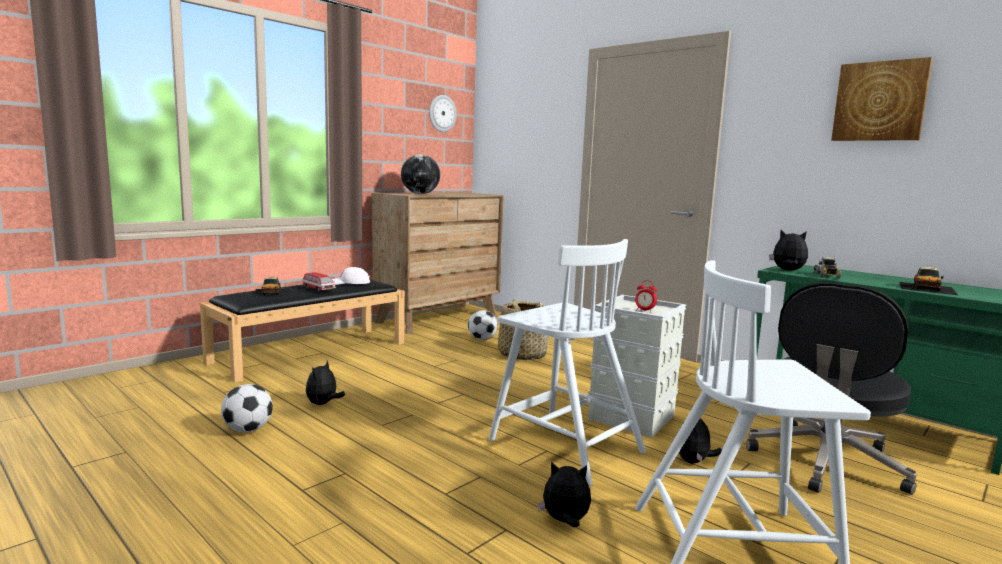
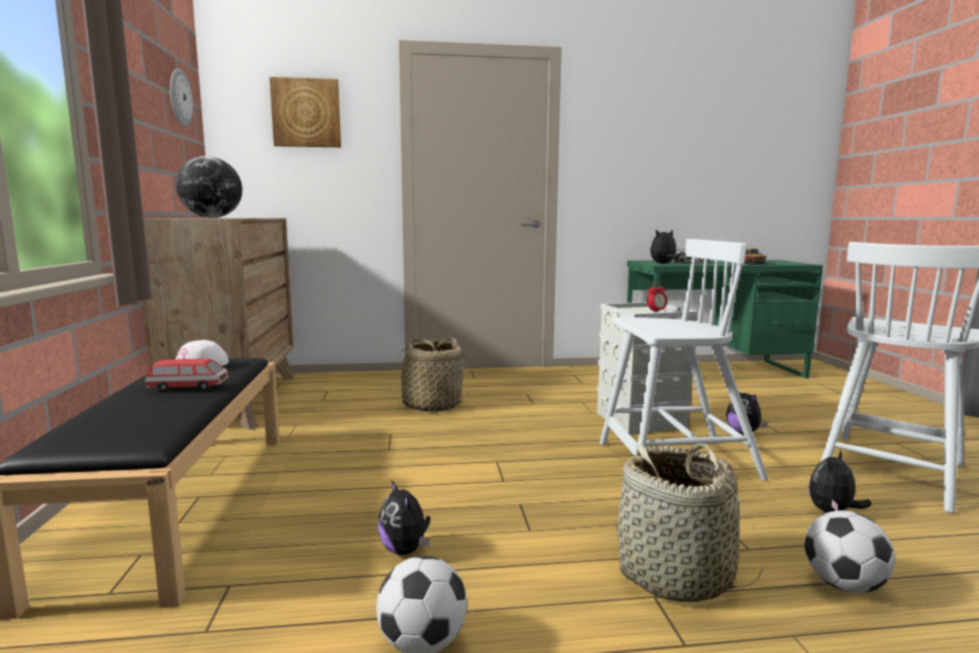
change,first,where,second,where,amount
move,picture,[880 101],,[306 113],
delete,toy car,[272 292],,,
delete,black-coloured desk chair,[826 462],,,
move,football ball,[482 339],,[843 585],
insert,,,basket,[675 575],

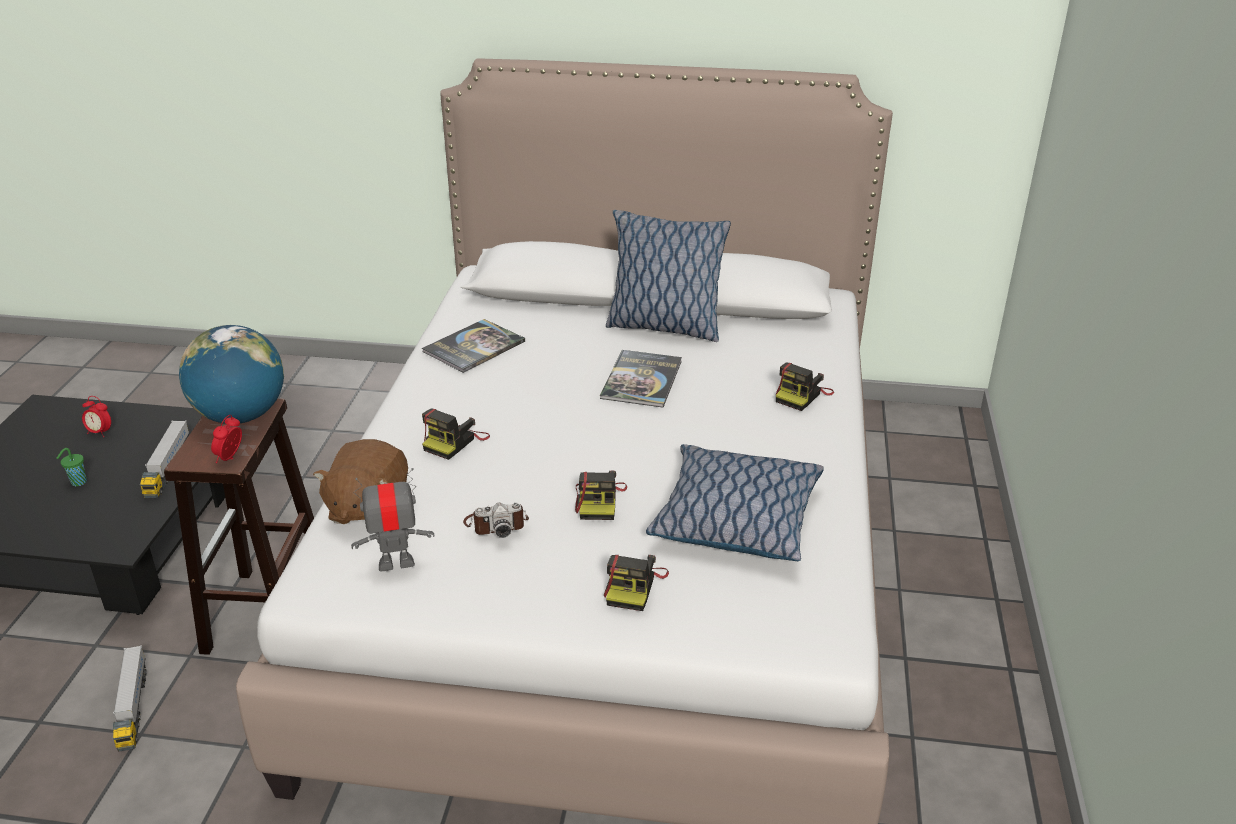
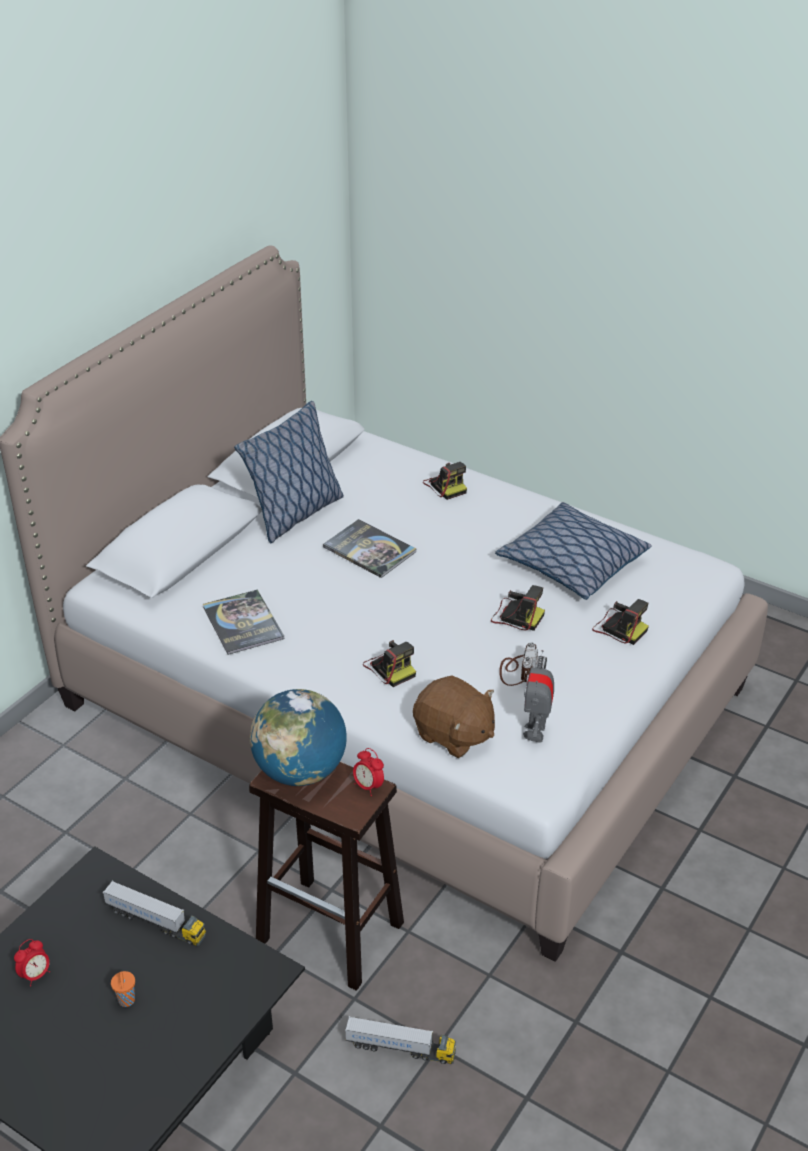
change,first,where,second,where,amount
recolor,green-coloured cup,[78 482],orange-coloured cup,[126 1001],

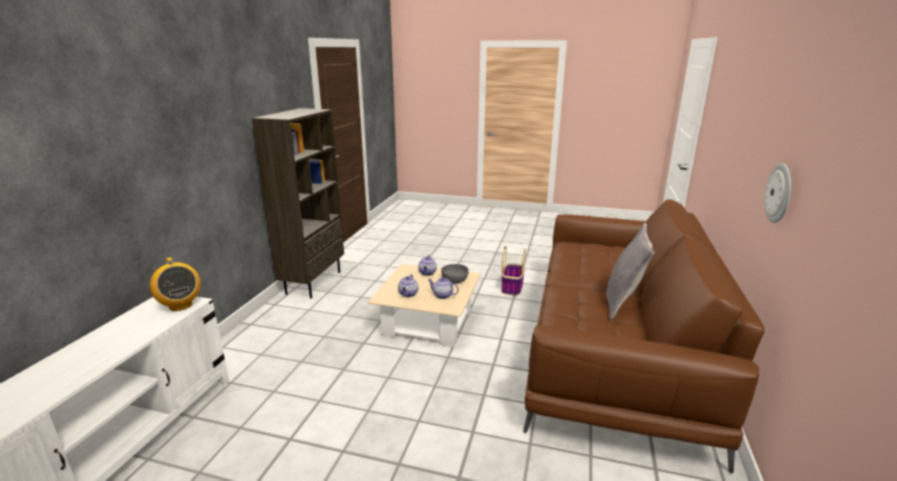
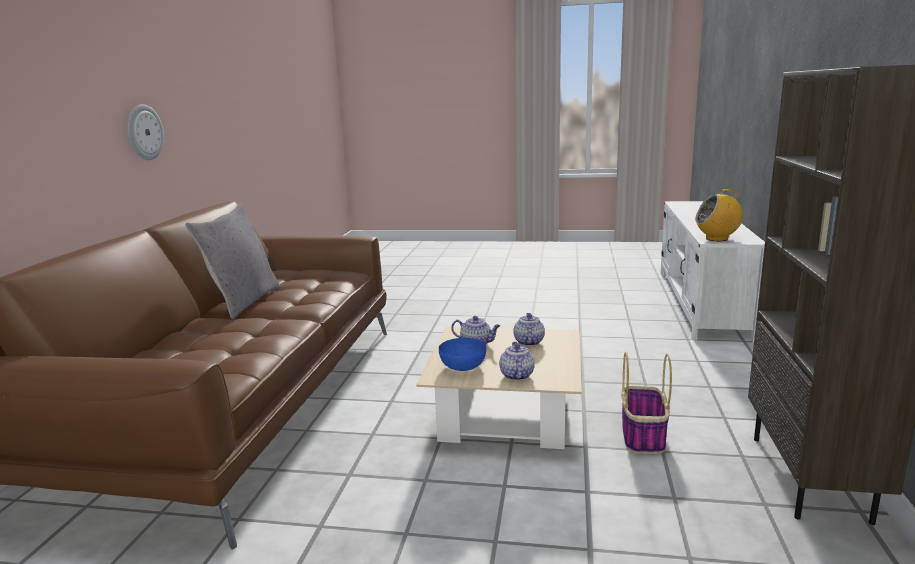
change,first,where,second,where,amount
move,basket,[512 287],,[643 437],
rotate,radio receiver,[180 305],,[717 239],45 degrees counterclockwise
recolor,grey deep dish,[454 280],blue-coloured deep dish,[463 366],

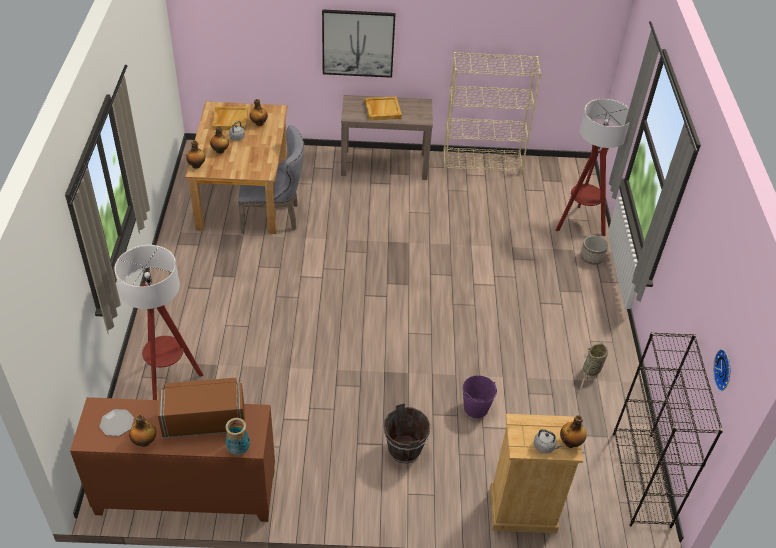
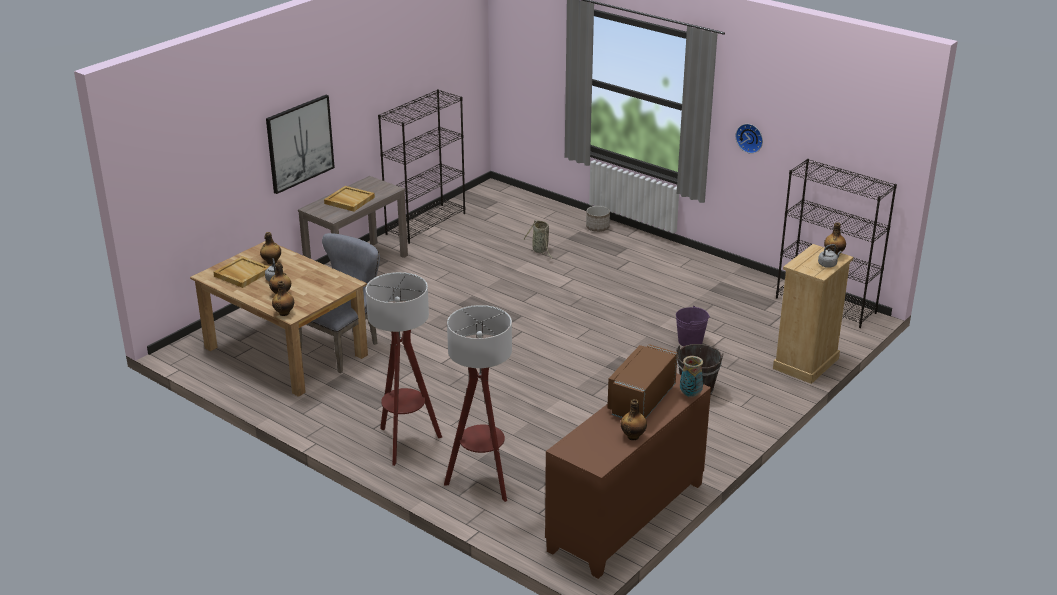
change,first,where,second,where,amount
recolor,beige-coloured shelving unit,[482 163],black-coloured shelving unit,[426 223],
move,standing lamp,[579 224],,[405 443],
move,basket,[590 371],,[540 250],
move,clock on the wall,[725 370],,[750 137],
delete,flat dish,[117 423],,,

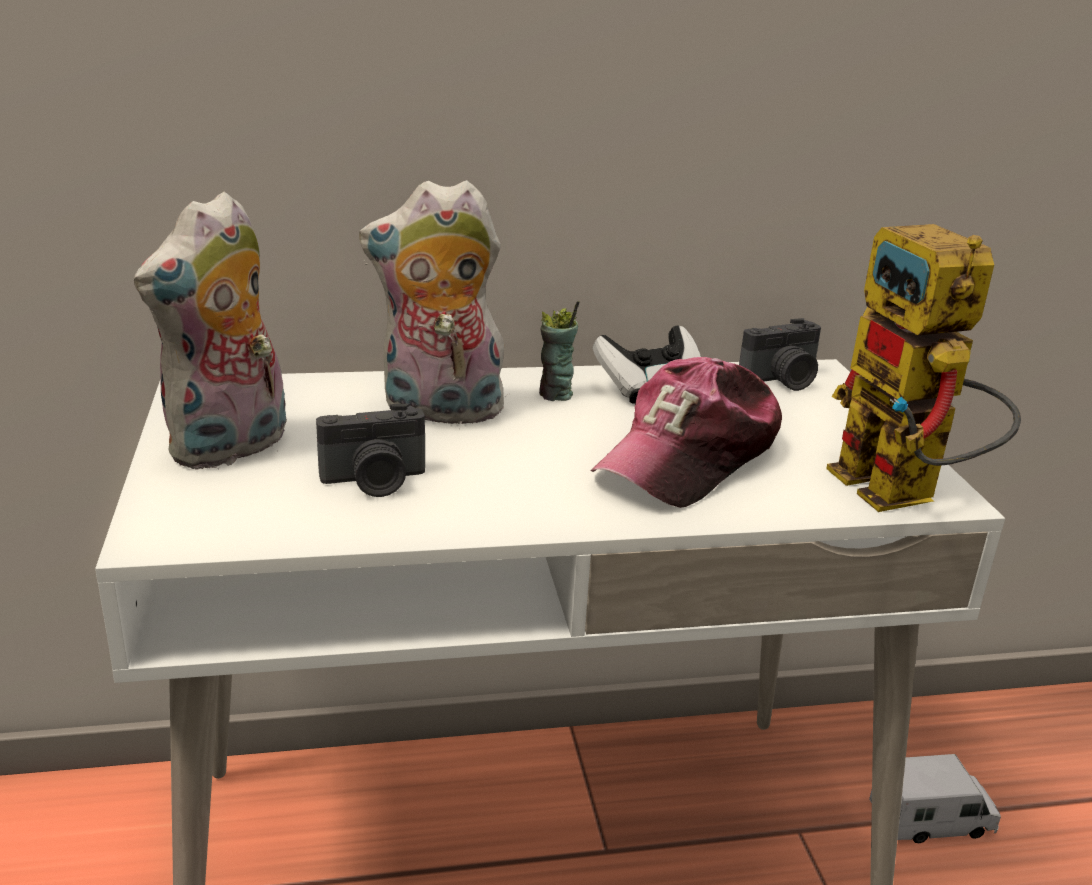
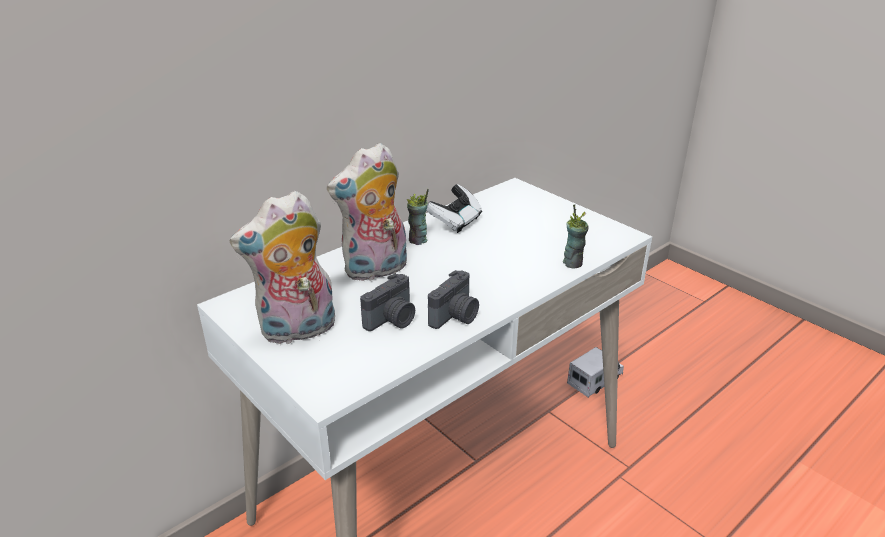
change,first,where,second,where,amount
rotate,plush toy,[231 448],,[298 331],60 degrees clockwise
delete,toy robot,[902 495],,,
move,photo camera,[782 381],,[456 316],
delete,cap,[690 457],,,
insert,,,cup,[573 263],

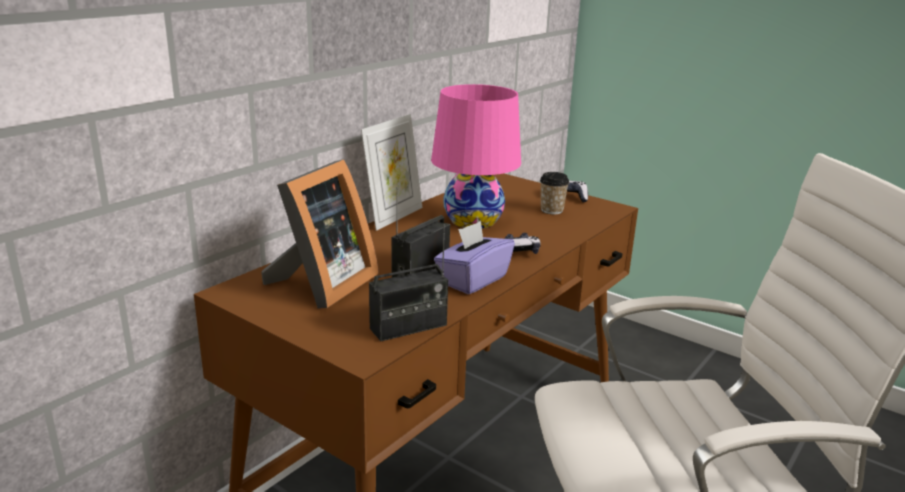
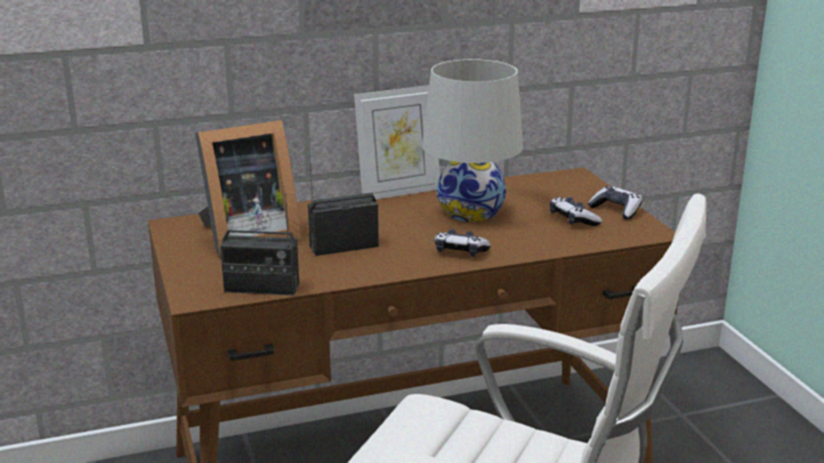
change,first,where,second,where,amount
recolor,pinkish tabletop lamp,[473 220],white-coloured tabletop lamp,[471 212],
replace,cup,[551 210],gamepad,[573 220],
delete,purple-coloured box of tissues,[472 280],,,

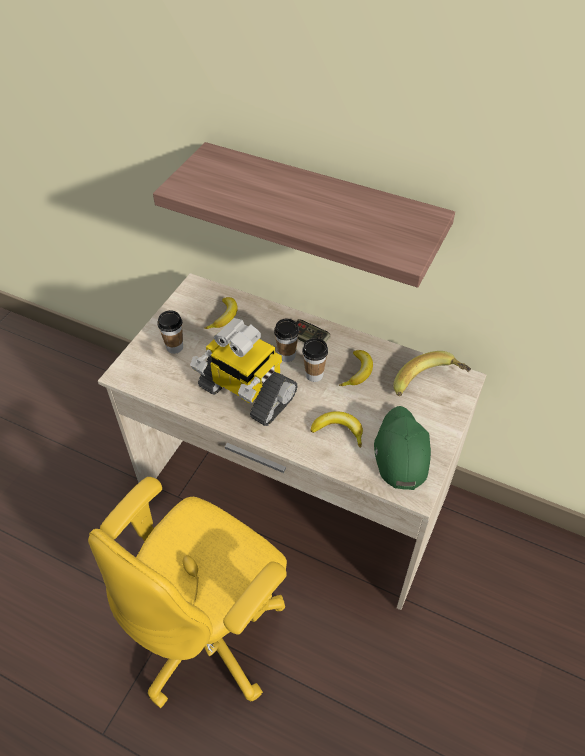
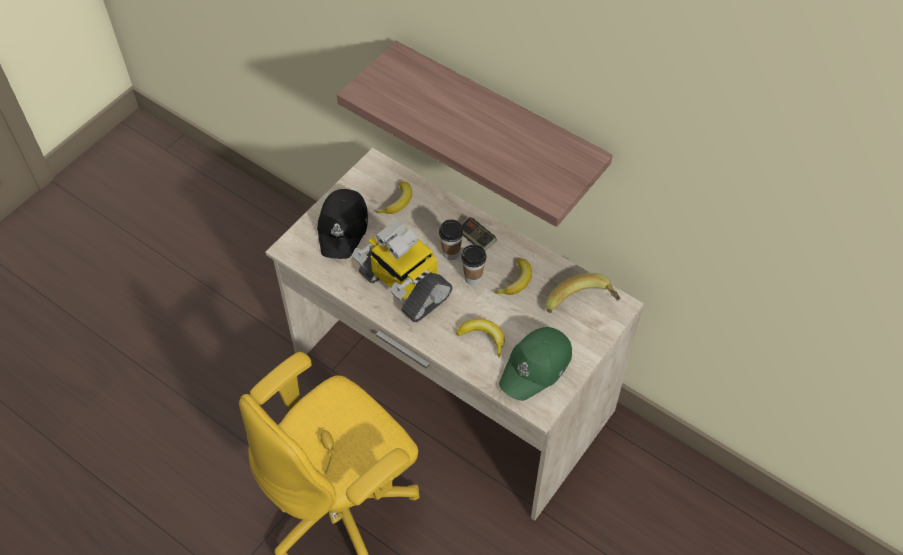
change,first,where,second,where,amount
replace,cup,[174 347],black-coloured cap,[343 228],
rotate,green-coloured cap,[400 451],,[536 367],150 degrees counterclockwise

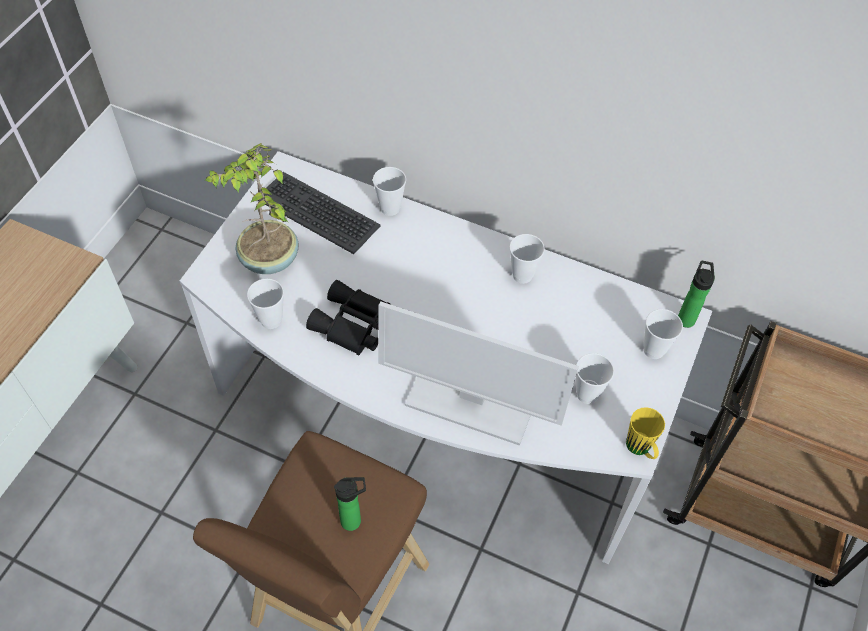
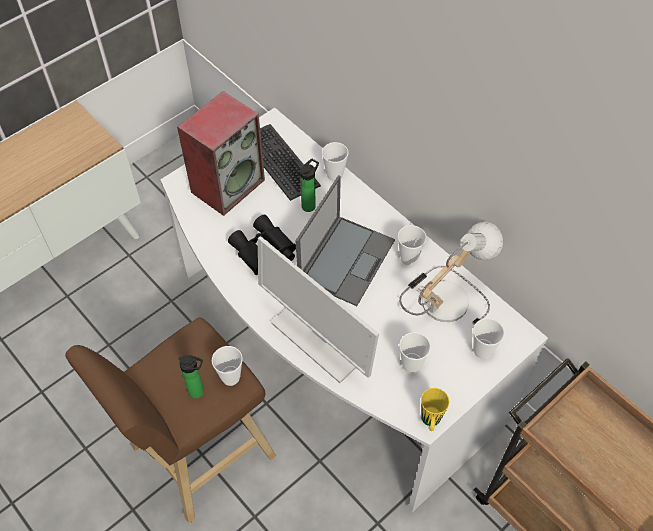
change,first,where,second,where,amount
replace,plant in a pot,[268 260],speaker,[228 185],
move,drink bottle,[686 317],,[310 205],
move,cup,[271 320],,[230 377],
insert,,,laptop,[346 259],
insert,,,tabletop lamp,[443 297],

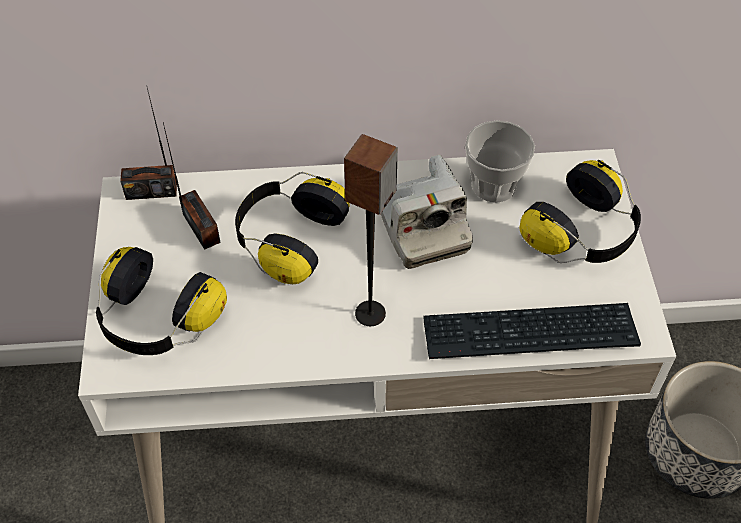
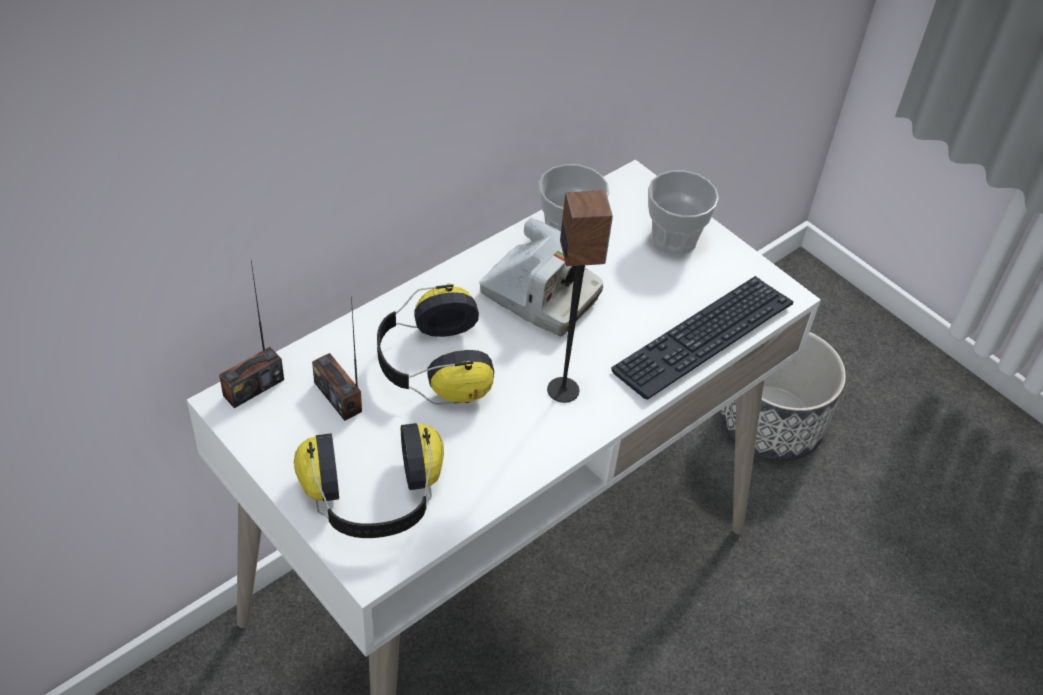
change,first,where,second,where,amount
rotate,radio receiver,[201 228],,[338 397],150 degrees counterclockwise
replace,headset,[583 234],cup,[673 239],

